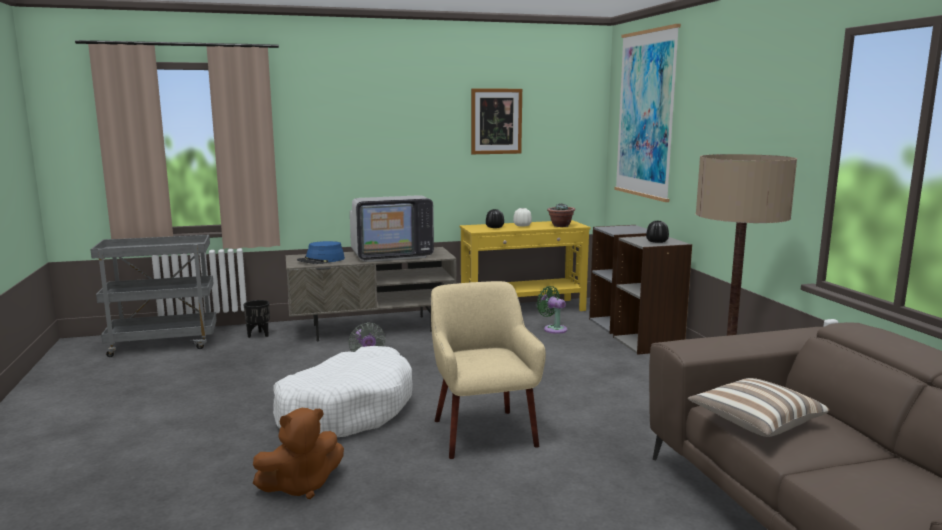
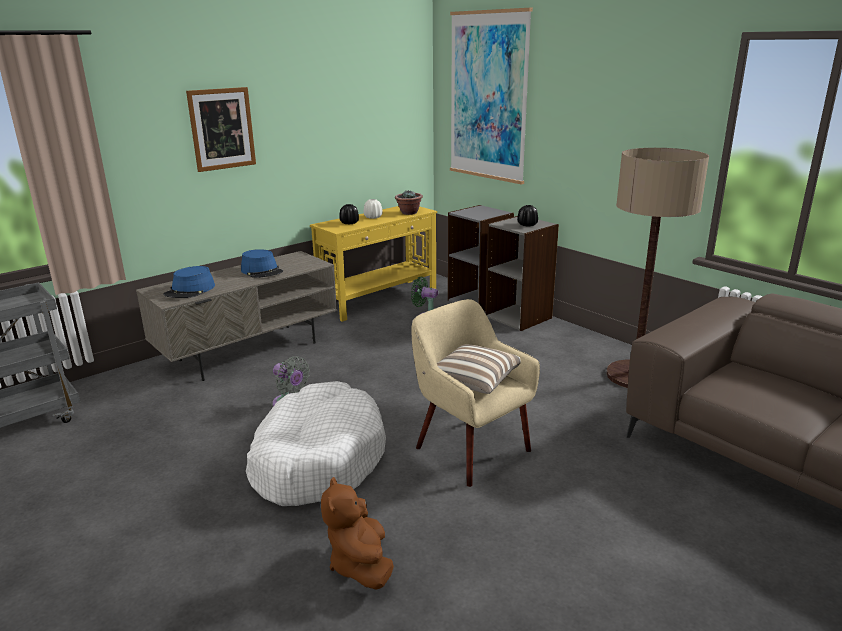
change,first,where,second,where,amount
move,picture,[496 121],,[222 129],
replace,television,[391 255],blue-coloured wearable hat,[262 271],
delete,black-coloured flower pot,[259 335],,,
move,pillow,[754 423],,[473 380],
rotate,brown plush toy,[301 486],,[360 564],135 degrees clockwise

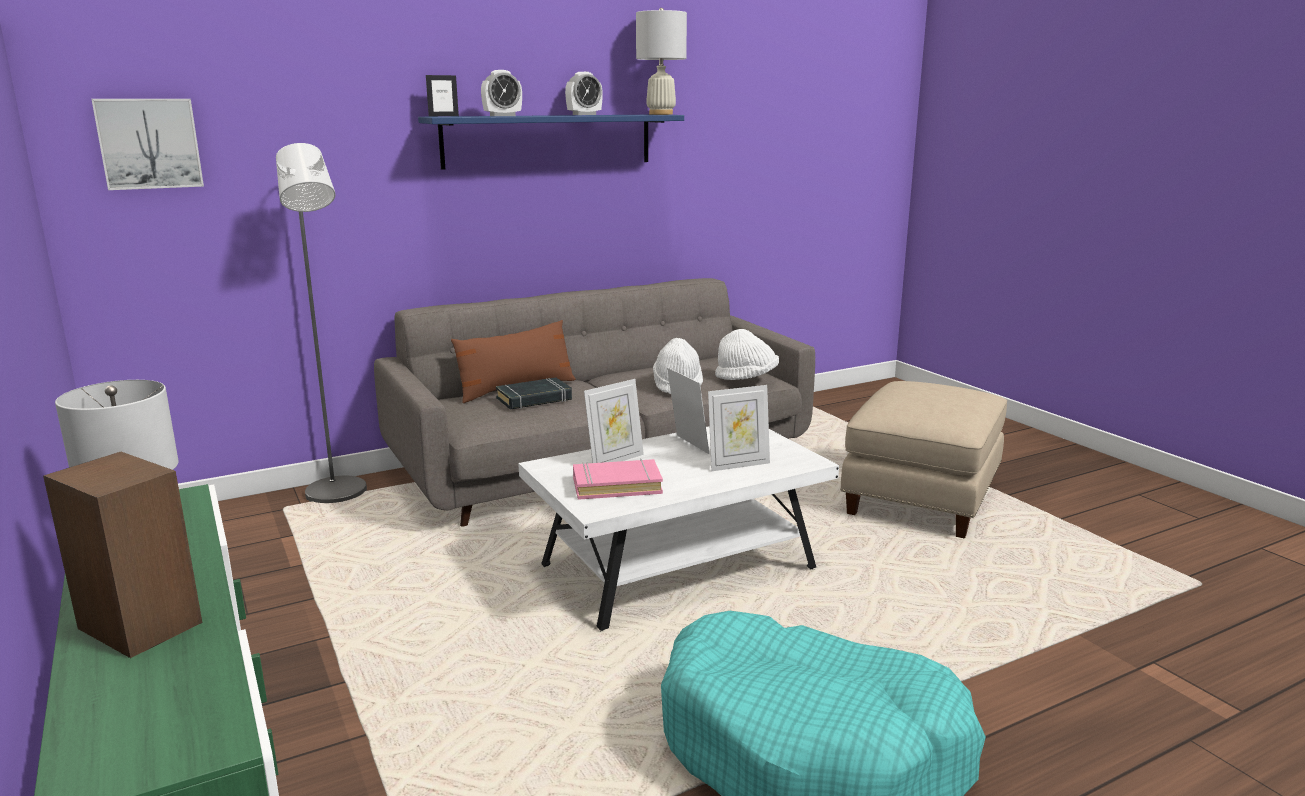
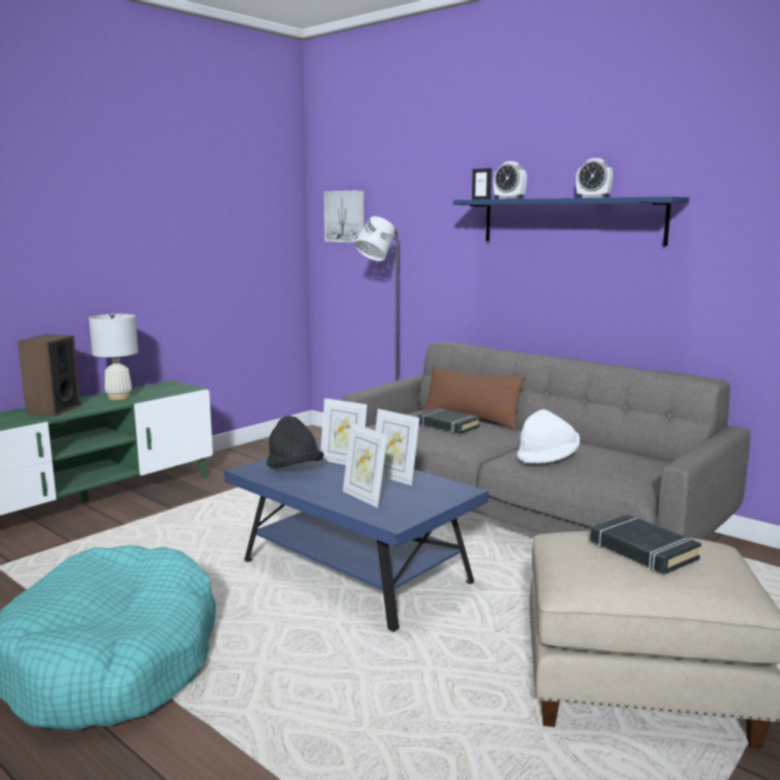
change,first,where,second,where,amount
delete,white-coloured tabletop lamp,[661 114],,,
delete,white-coloured wearable hat,[747 378],,,
rotate,standing frame,[687 445],,[394 478],90 degrees clockwise
recolor,white-coloured low table,[678 569],blue-coloured low table,[354 573],
replace,pinkish volume,[617 485],black-coloured wearable hat,[294 469],
insert,,,black-coloured volume,[642 550],

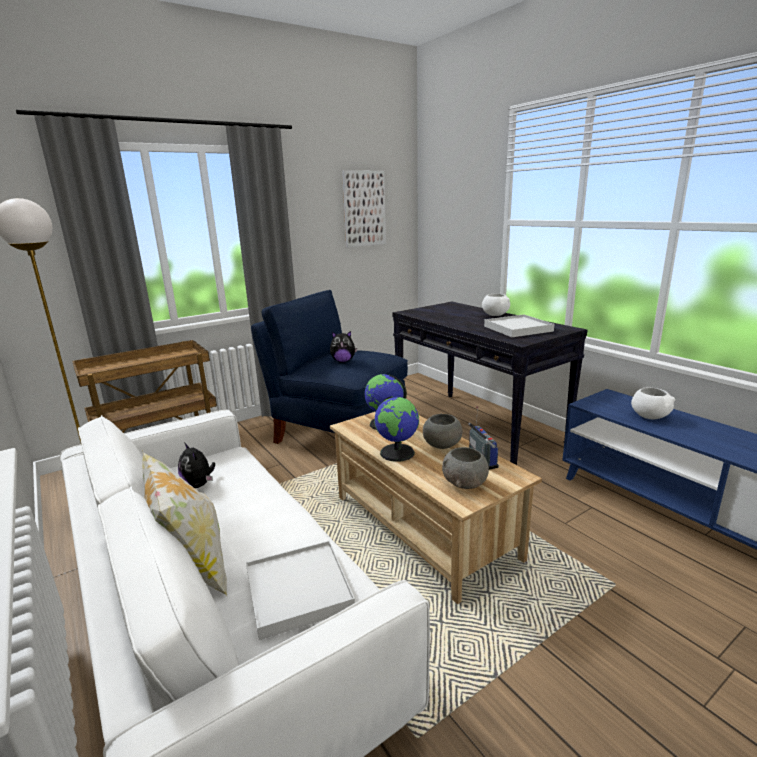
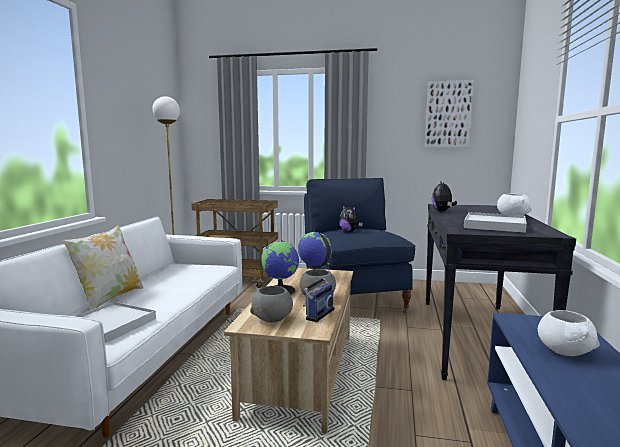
change,first,where,second,where,amount
move,plush toy,[199 485],,[442 211],

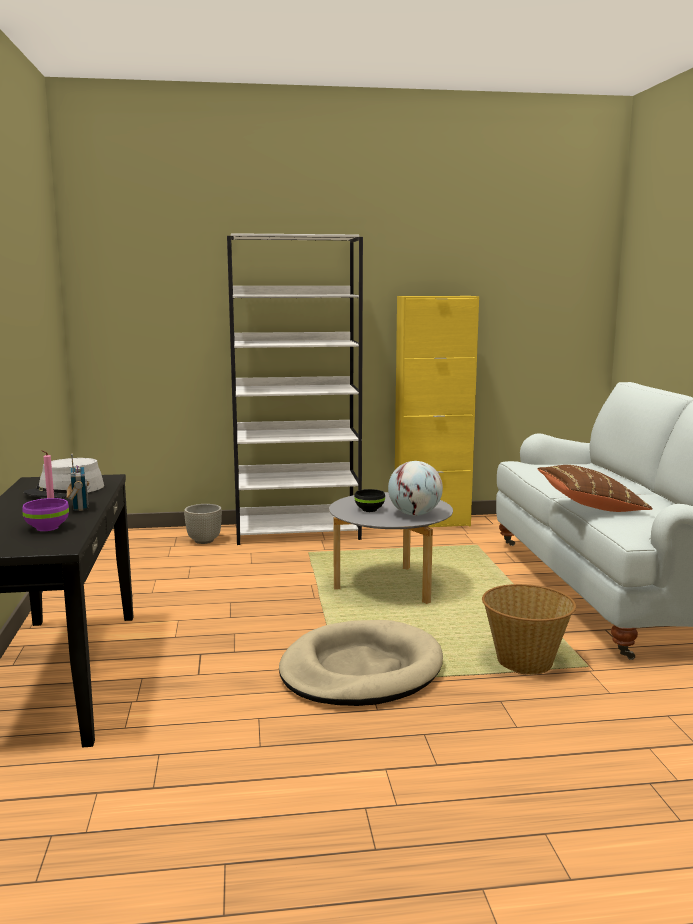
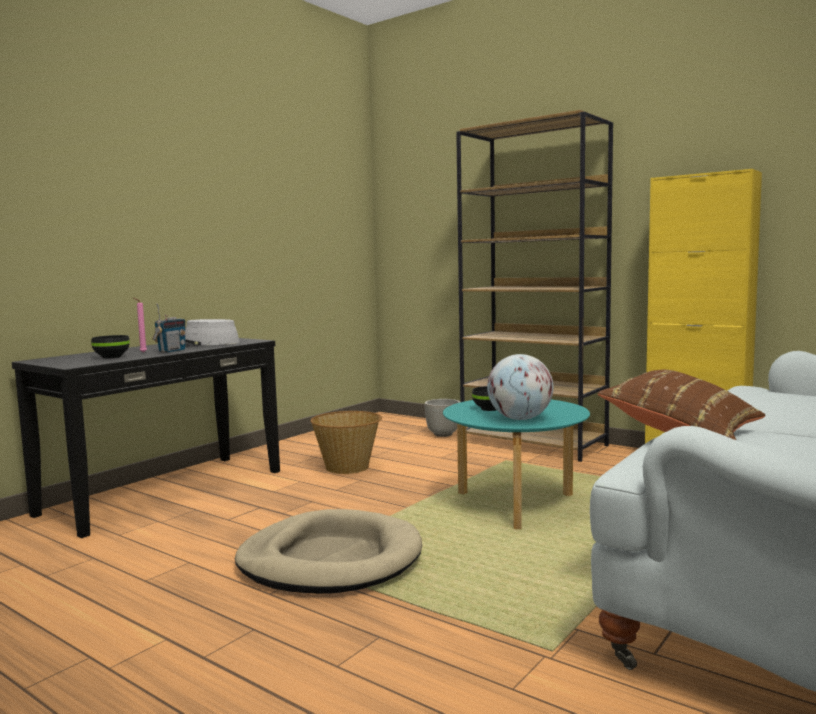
change,first,where,second,where,amount
recolor,white-coloured shelving unit,[298 532],brown shelving unit,[534 444],
recolor,grey low table,[389 586],turquoise low table,[515 505],
recolor,purple-coloured deep dish,[47 528],black-coloured deep dish,[111 357],
move,basket,[525 661],,[348 467],

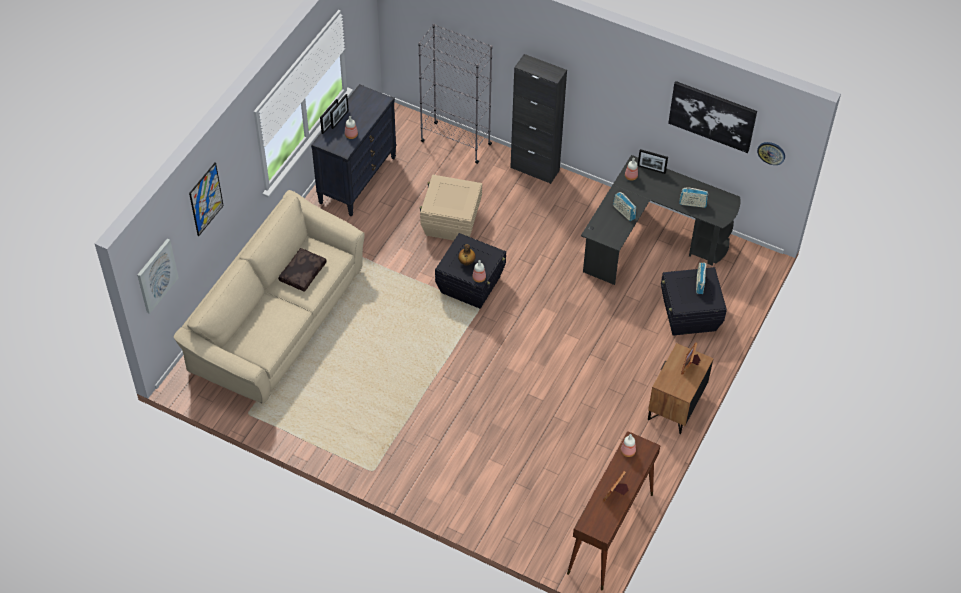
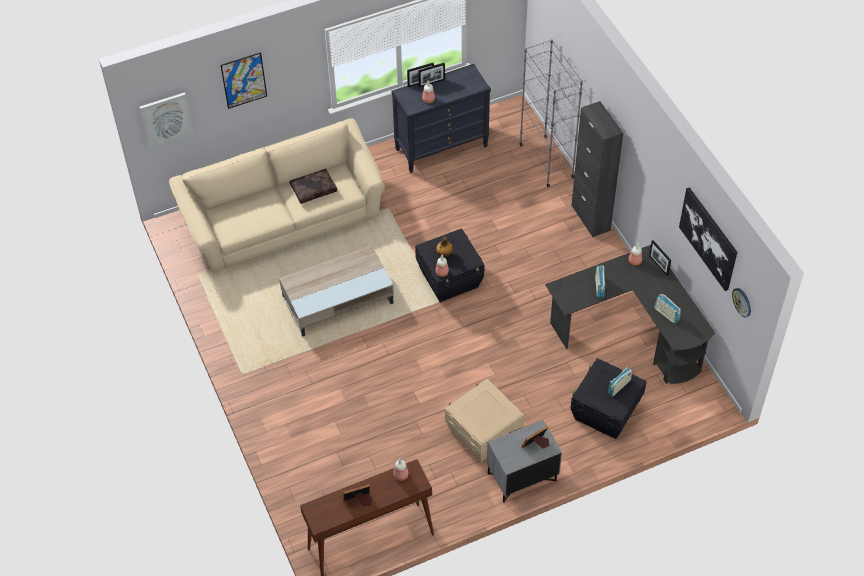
change,first,where,second,where,amount
move,beige-coloured storage box,[451 223],,[482 434],
recolor,brown night table,[676 406],grey night table,[522 478],
insert,,,beige-coloured low table,[338 300],

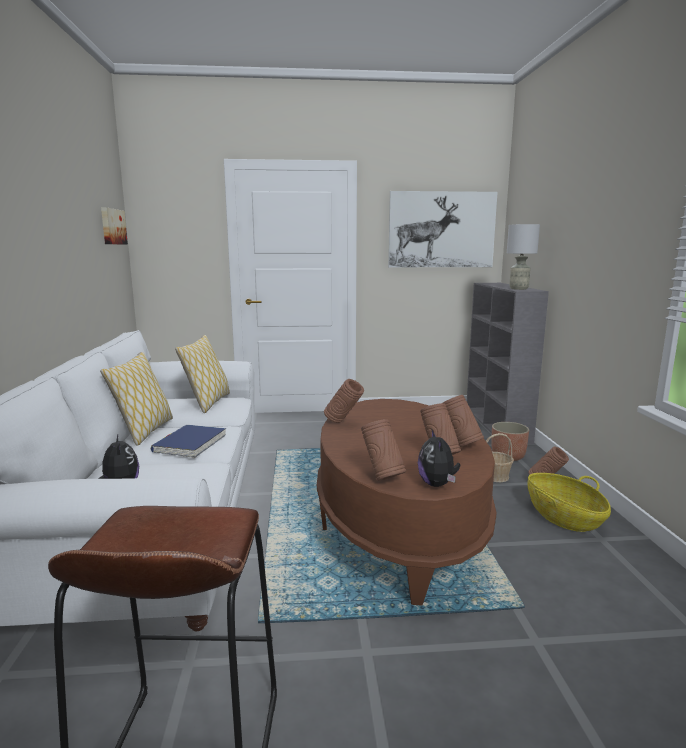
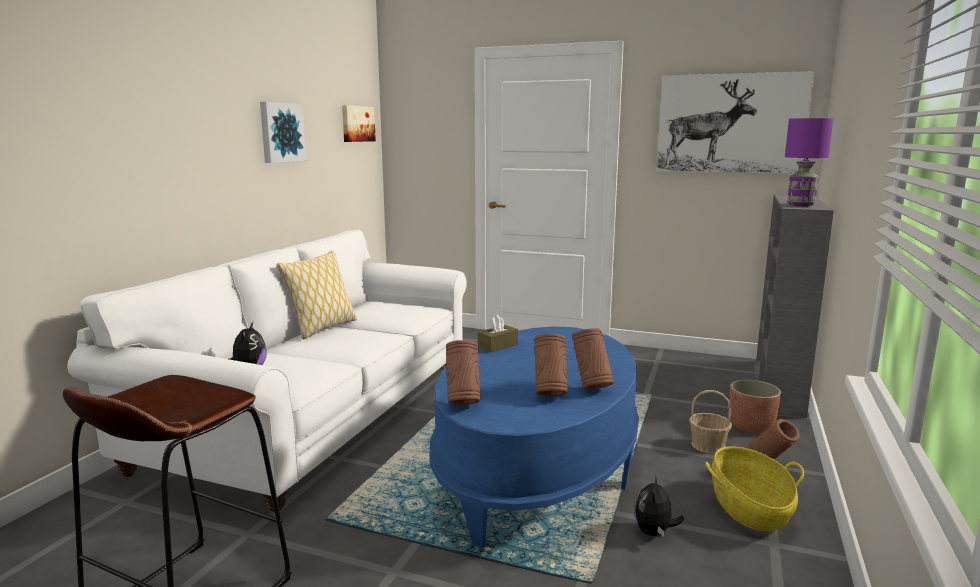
change,first,where,second,where,amount
recolor,grey tabletop lamp,[519 289],purple-coloured tabletop lamp,[801 205],
delete,pillow,[207 403],,,
replace,brown decorative vase,[343 422],brown box of tissues,[498 345],
recolor,brown low table,[399 524],blue-coloured low table,[538 470],
delete,blue-coloured volume,[190 444],,,
move,plush toy,[437 484],,[654 532],
insert,,,picture,[281 132],

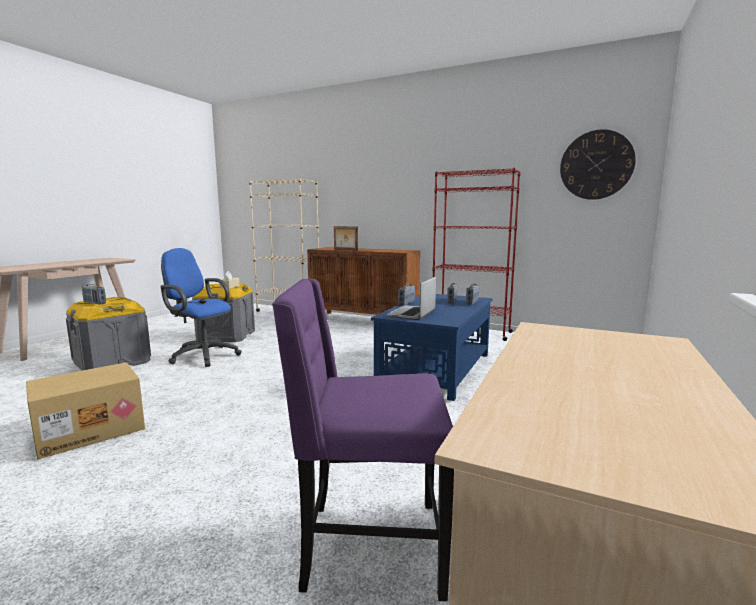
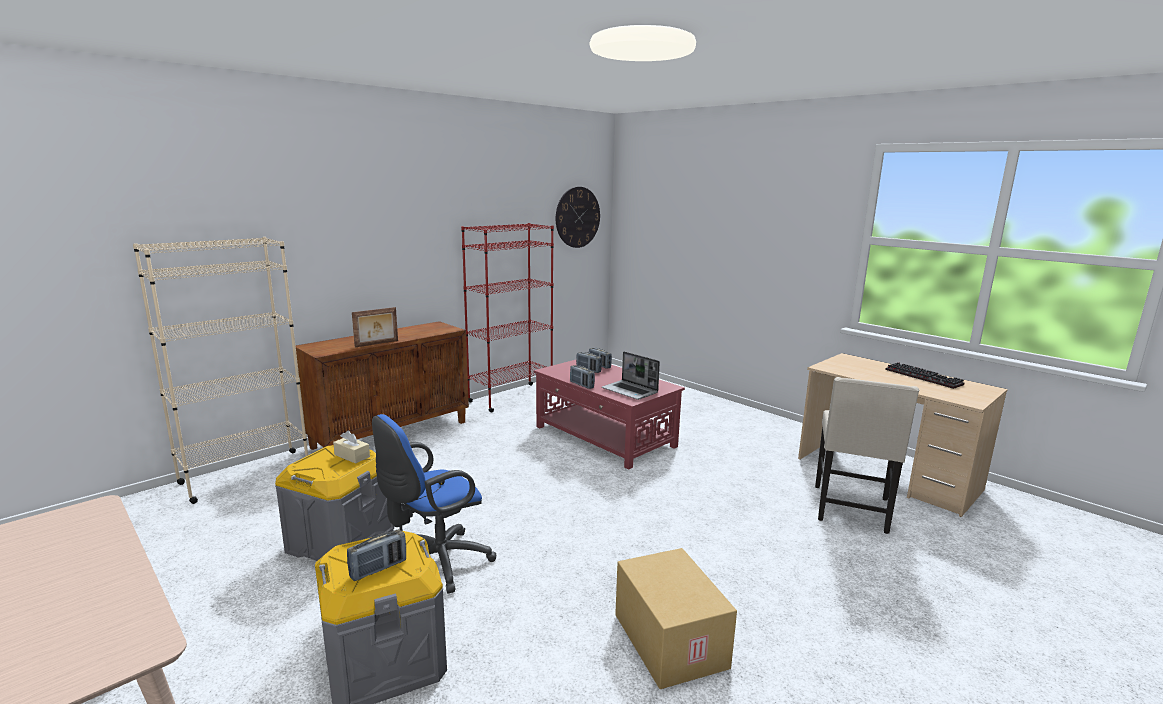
change,first,where,second,where,amount
recolor,purple-coloured upright chair,[369 546],beige-coloured upright chair,[851 510],
recolor,blue-coloured low table,[435 369],reddish low table,[605 436],
insert,,,PC keyboard,[925 377],

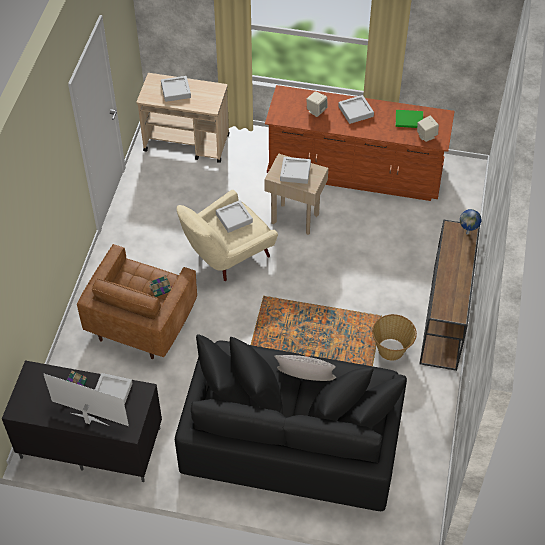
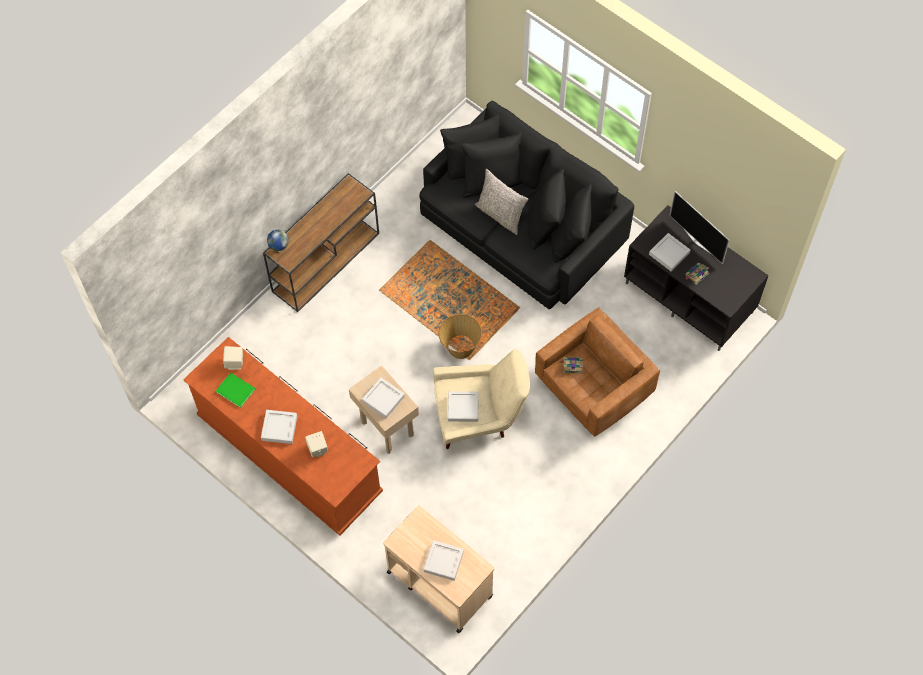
change,first,where,second,where,amount
move,basket,[391 349],,[460 347],

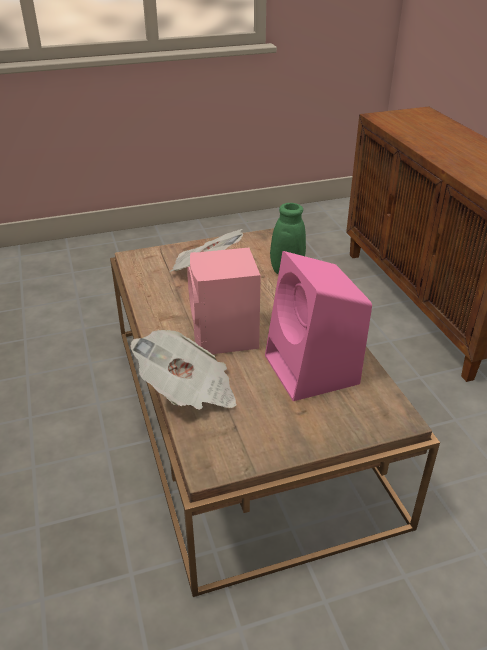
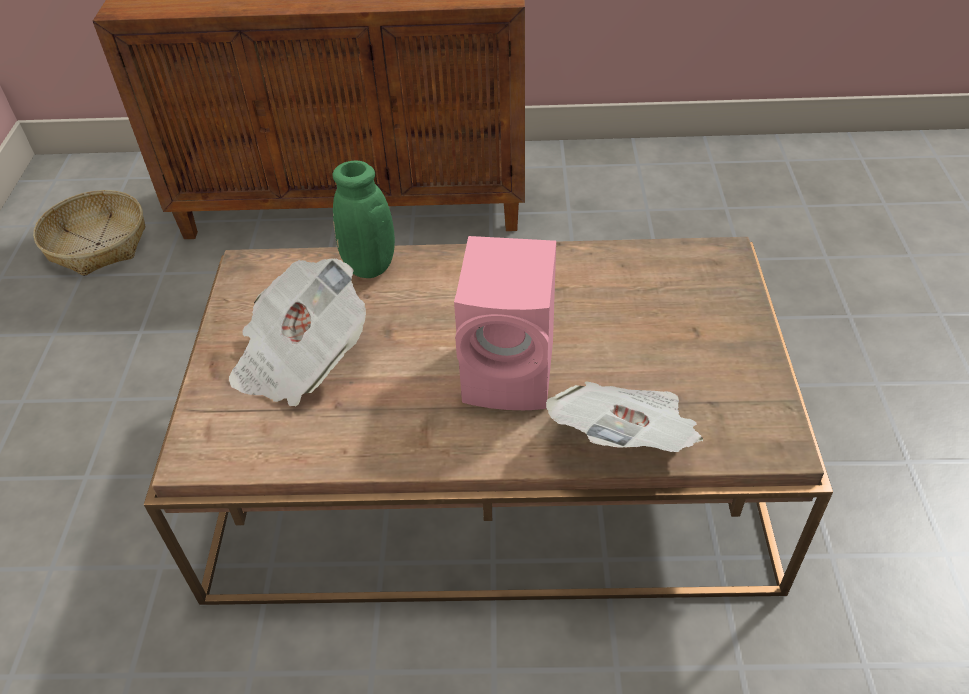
change,first,where,second,where,amount
delete,pinkish speaker,[313 371],,,
insert,,,basket,[98 244],

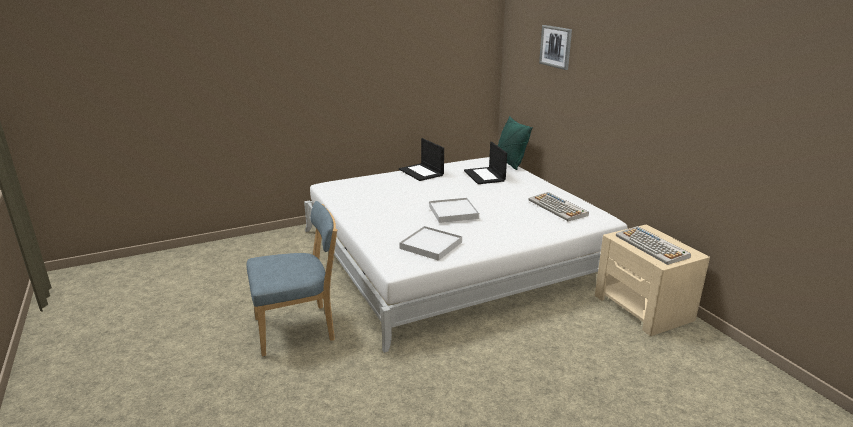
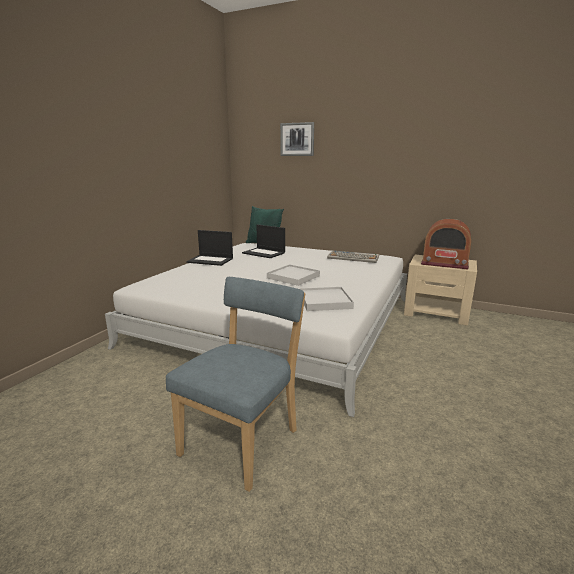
change,first,where,second,where,amount
replace,PC keyboard,[652 246],radio receiver,[444 263],

